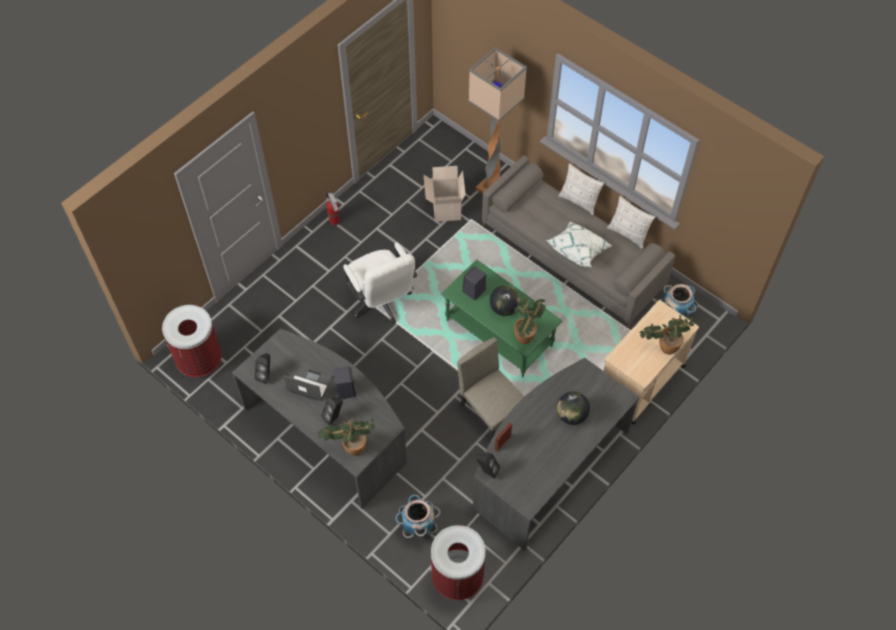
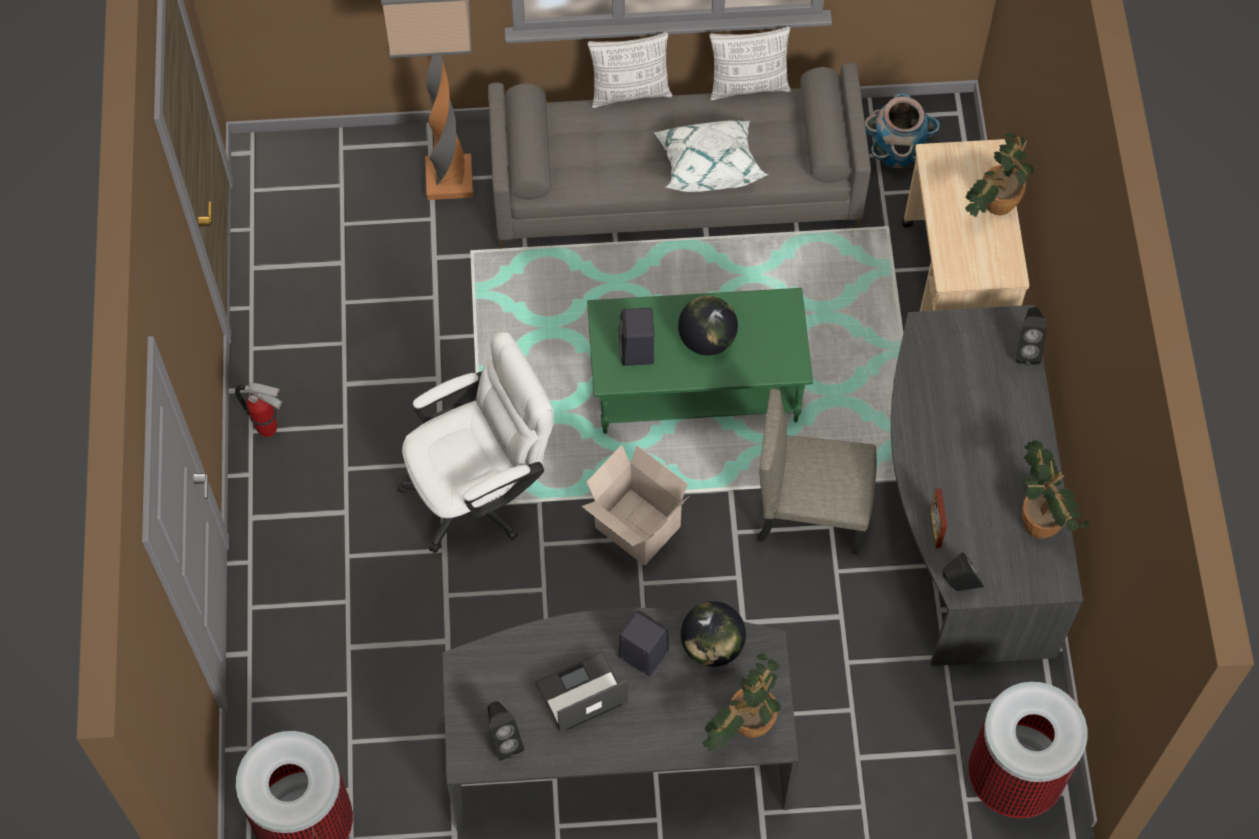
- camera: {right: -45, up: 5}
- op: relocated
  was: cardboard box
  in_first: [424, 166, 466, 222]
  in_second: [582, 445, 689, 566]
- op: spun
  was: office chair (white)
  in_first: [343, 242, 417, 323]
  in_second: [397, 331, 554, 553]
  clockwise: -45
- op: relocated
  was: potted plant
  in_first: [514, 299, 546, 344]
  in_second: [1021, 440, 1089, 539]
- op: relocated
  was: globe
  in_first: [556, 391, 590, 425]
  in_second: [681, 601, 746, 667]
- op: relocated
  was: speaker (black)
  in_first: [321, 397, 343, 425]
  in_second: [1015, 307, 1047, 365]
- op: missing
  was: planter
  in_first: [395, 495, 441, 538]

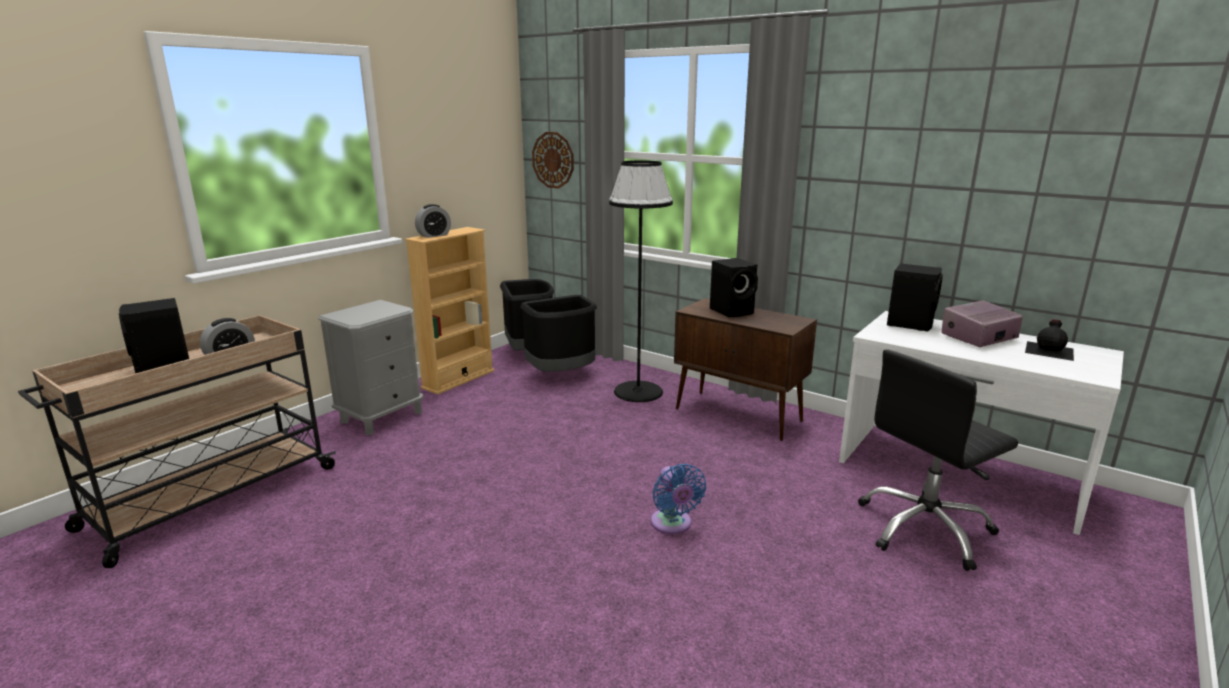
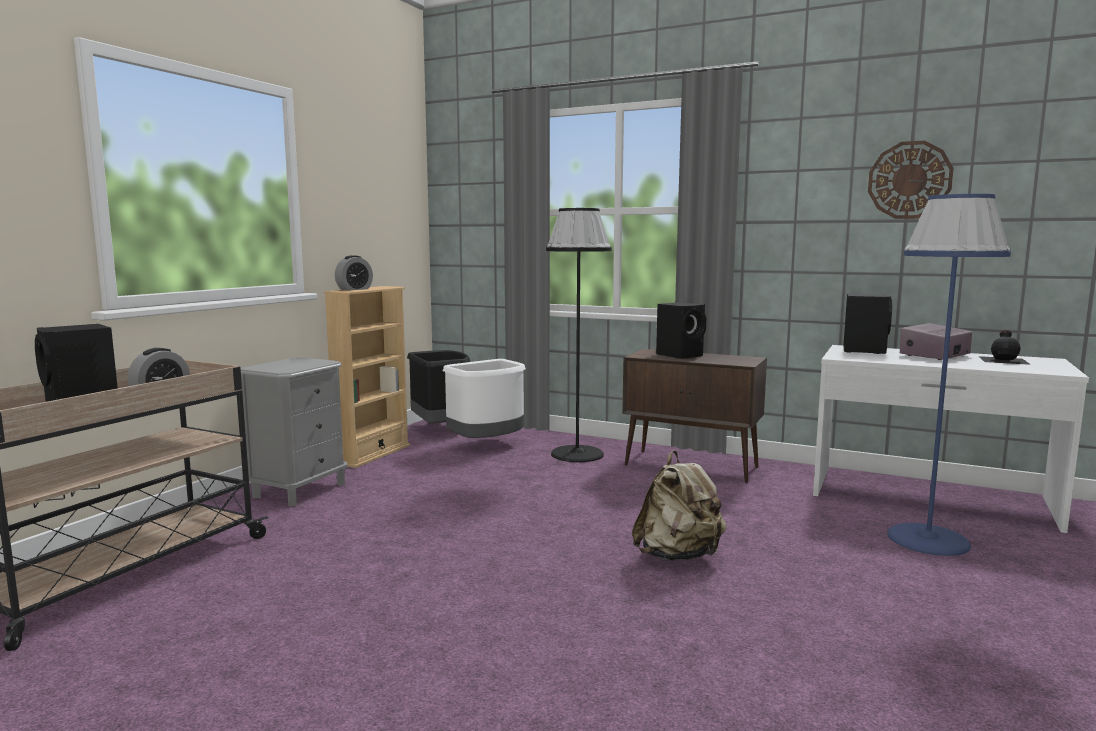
- camera: {right: -10, up: -10}
- op: relocated
  was: wall clock
  in_first: [532, 132, 574, 189]
  in_second: [868, 141, 954, 219]
- op: colour
  was: trash can (black)
  now: trash can (white)
  in_first: [520, 295, 597, 372]
  in_second: [443, 359, 526, 438]
- op: exchanged
  was: office chair (black)
  now: floor lamp (blue)
  in_first: [858, 349, 1018, 571]
  in_second: [887, 194, 1011, 556]
- op: exchanged
  was: fan (blue)
  now: backpack (beige)
  in_first: [651, 464, 706, 534]
  in_second: [632, 450, 727, 561]

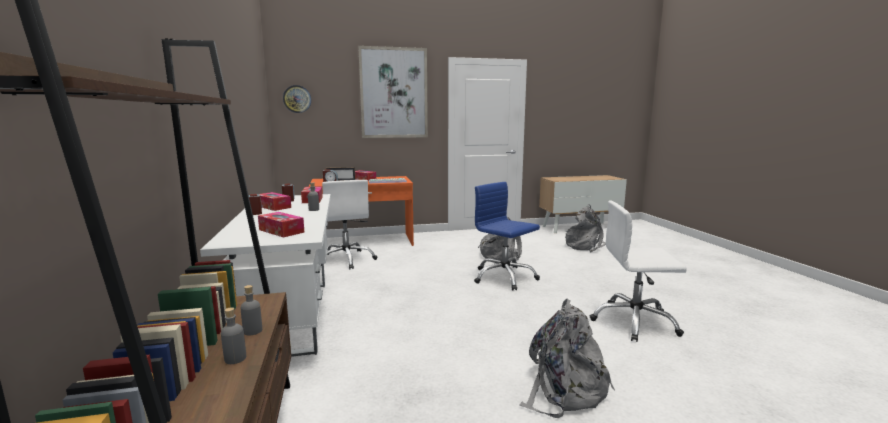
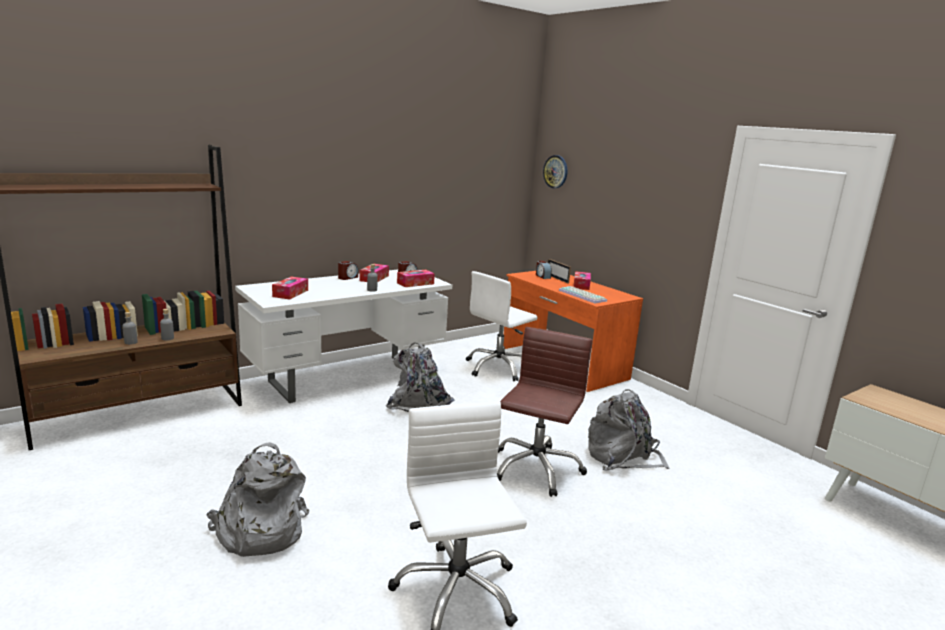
- camera: {right: 65, up: 5}
- op: missing
  was: picture
  in_first: [358, 46, 428, 138]
- op: colour
  was: office chair (blue)
  now: office chair (brown)
  in_first: [474, 182, 540, 290]
  in_second: [497, 327, 592, 497]
- op: relocated
  was: backpack (grey)
  in_first: [565, 204, 606, 252]
  in_second: [386, 342, 454, 412]

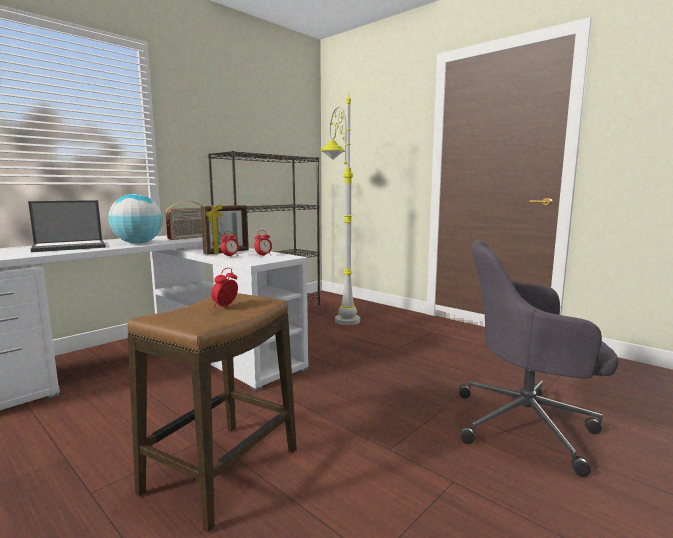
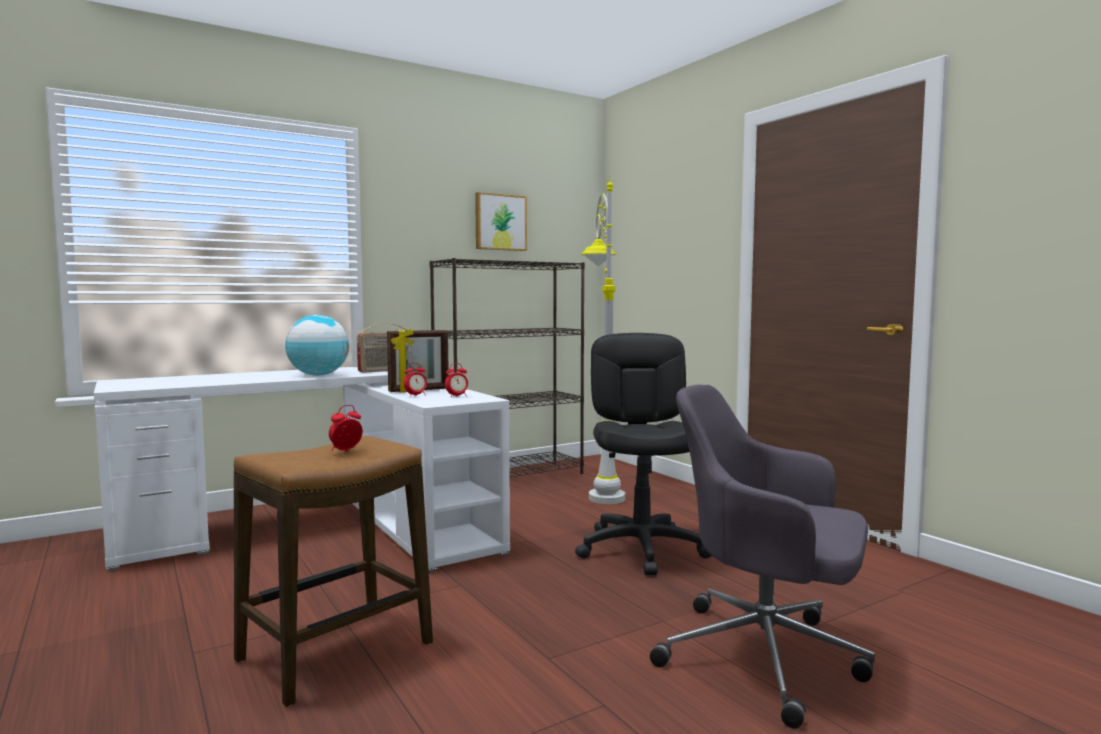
- camera: {right: 15, up: -5}
- op: missing
  was: laptop
  in_first: [28, 200, 106, 252]
- op: appeared
  now: picture
  in_second: [475, 192, 527, 251]
- op: appeared
  now: office chair (black)
  in_second: [575, 333, 711, 575]

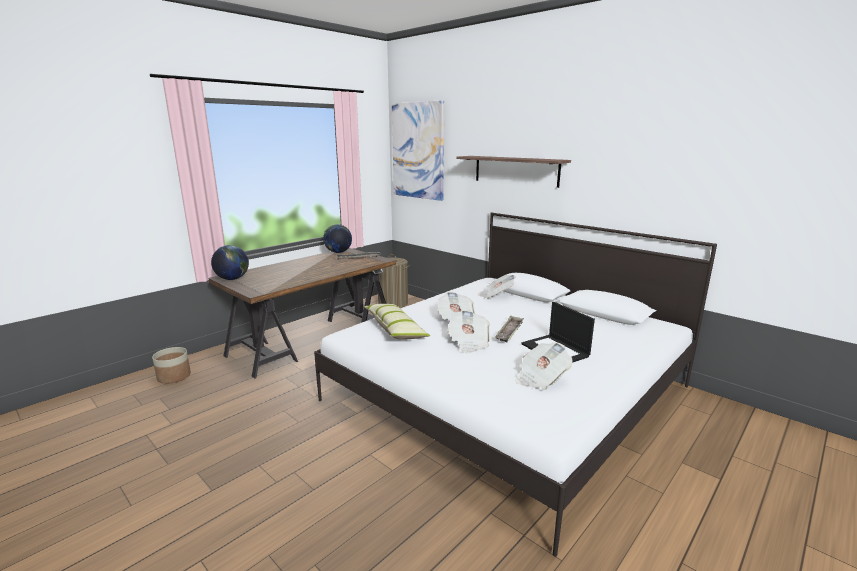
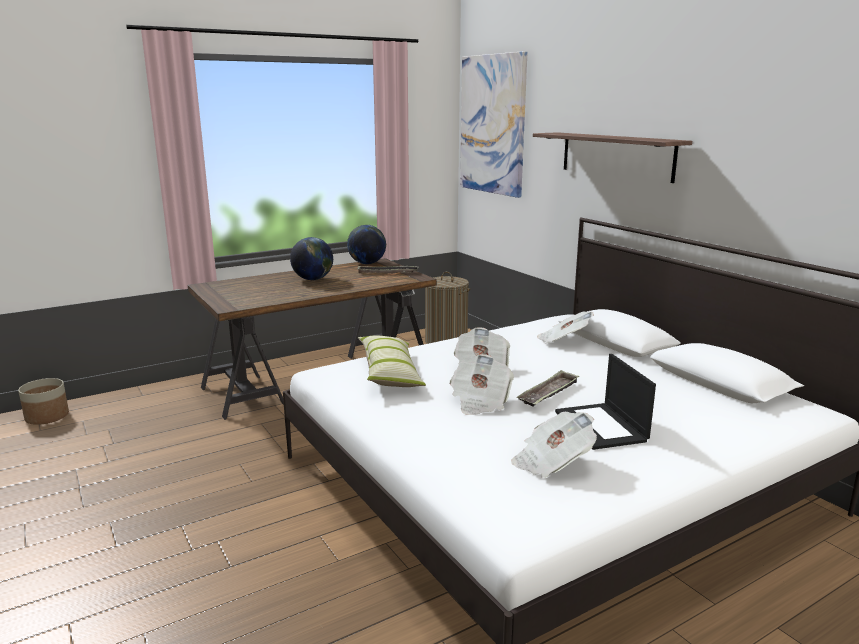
- camera: {right: 15, up: 0}
- op: relocated
  was: globe
  in_first: [211, 245, 249, 280]
  in_second: [290, 237, 333, 280]
- op: relocated
  was: planter
  in_first: [152, 347, 191, 384]
  in_second: [18, 378, 69, 425]

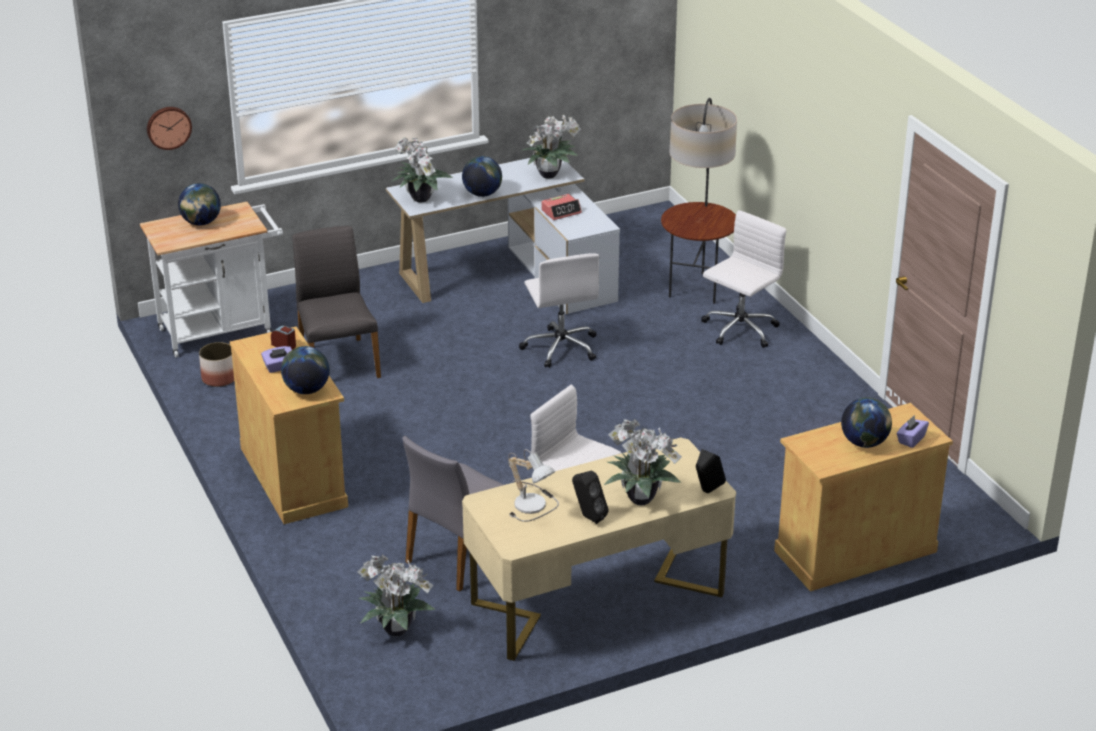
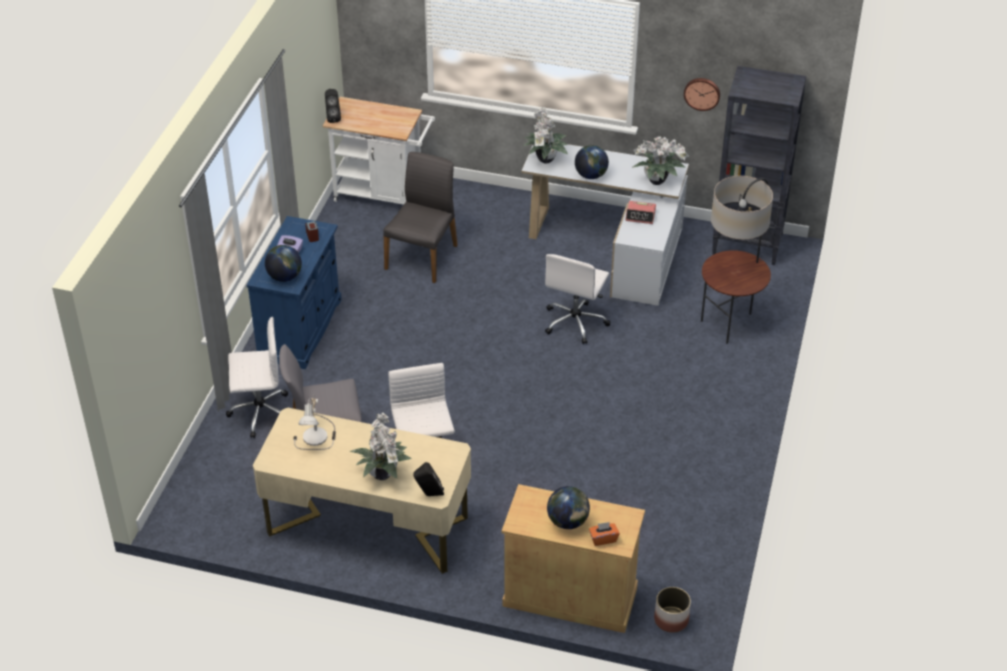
- camera: {right: 40, up: 10}
- op: relocated
  was: wall clock
  in_first: [147, 107, 192, 150]
  in_second: [684, 78, 720, 111]
- op: missing
  was: globe
  in_first: [178, 183, 221, 226]
- op: relocated
  was: office chair (white)
  in_first: [701, 210, 786, 348]
  in_second: [226, 317, 288, 438]
- op: colour
  was: cabinet (beige)
  now: cabinet (blue)
  in_first: [230, 326, 348, 524]
  in_second: [247, 216, 342, 369]
- op: relocated
  was: planter
  in_first: [199, 342, 234, 387]
  in_second: [654, 587, 691, 633]
- op: colour
  was: tissue box (purple)
  now: tissue box (orange)
  in_first: [897, 415, 929, 448]
  in_second: [589, 522, 620, 546]
- op: relocated
  was: speaker (black)
  in_first: [572, 471, 609, 524]
  in_second: [325, 89, 341, 123]
- op: missing
  was: potted plant
  in_first: [357, 555, 435, 636]
- op: appeared
  now: bookcase (black)
  in_second: [712, 66, 806, 265]

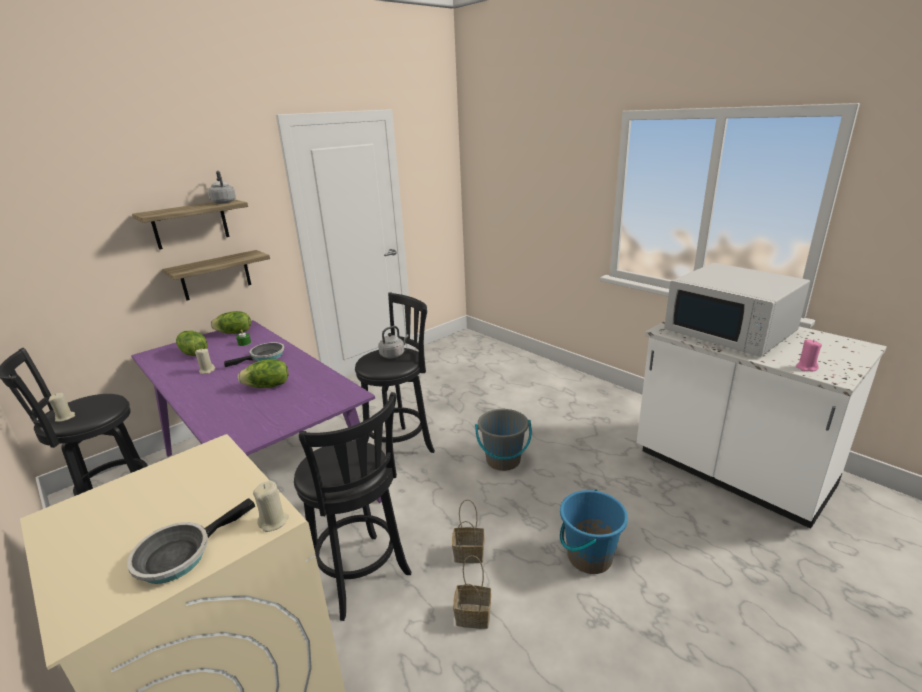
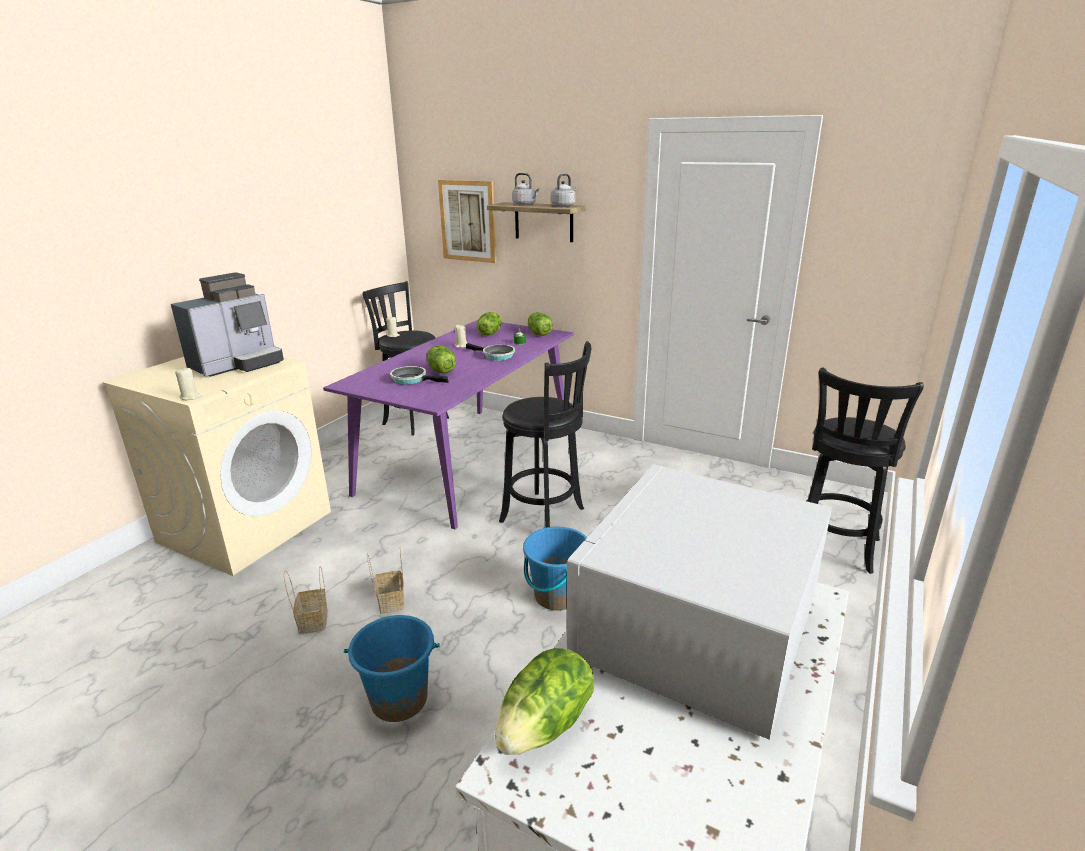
- camera: {right: 70, up: 0}
- op: missing
  was: shelf
  in_first: [162, 250, 270, 300]
- op: relocated
  was: kettle (grey)
  in_first: [378, 326, 409, 358]
  in_second: [512, 173, 540, 205]
- op: exchanged
  was: candle (pink)
  now: lettuce
  in_first: [796, 339, 822, 371]
  in_second: [495, 648, 594, 755]
- op: relocated
  was: stool (black)
  in_first: [294, 392, 411, 621]
  in_second: [807, 367, 924, 574]
- op: colour
  was: bucket (grey)
  now: bucket (blue)
  in_first: [475, 409, 532, 471]
  in_second: [523, 527, 587, 610]
- op: relocated
  was: frying pan
  in_first: [127, 498, 255, 584]
  in_second: [390, 366, 449, 385]
- op: appeared
  now: picture
  in_second: [438, 180, 496, 263]
- op: appeared
  now: coffee machine
  in_second: [171, 272, 284, 377]

